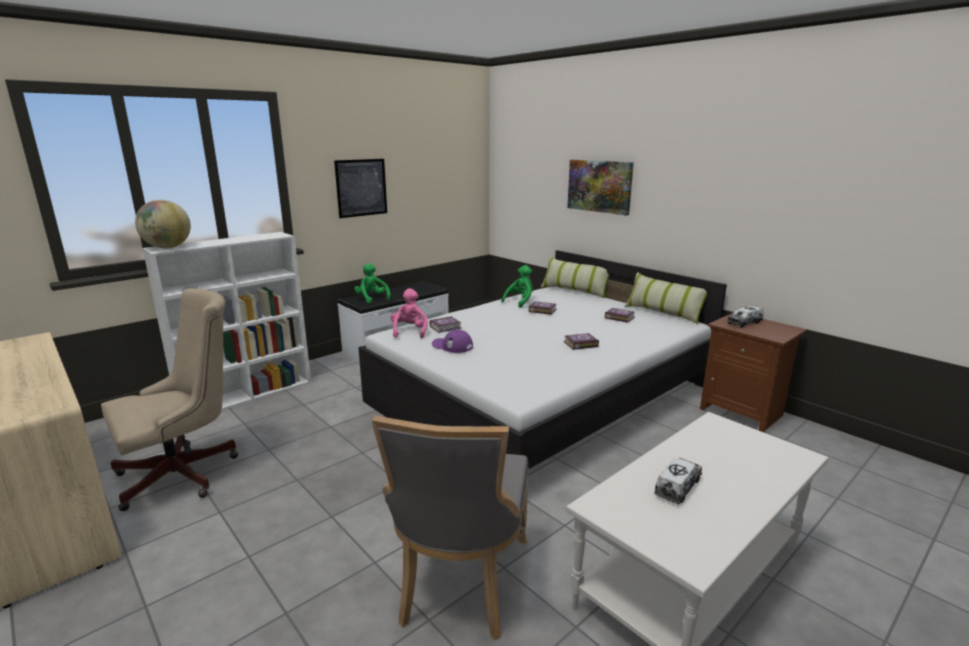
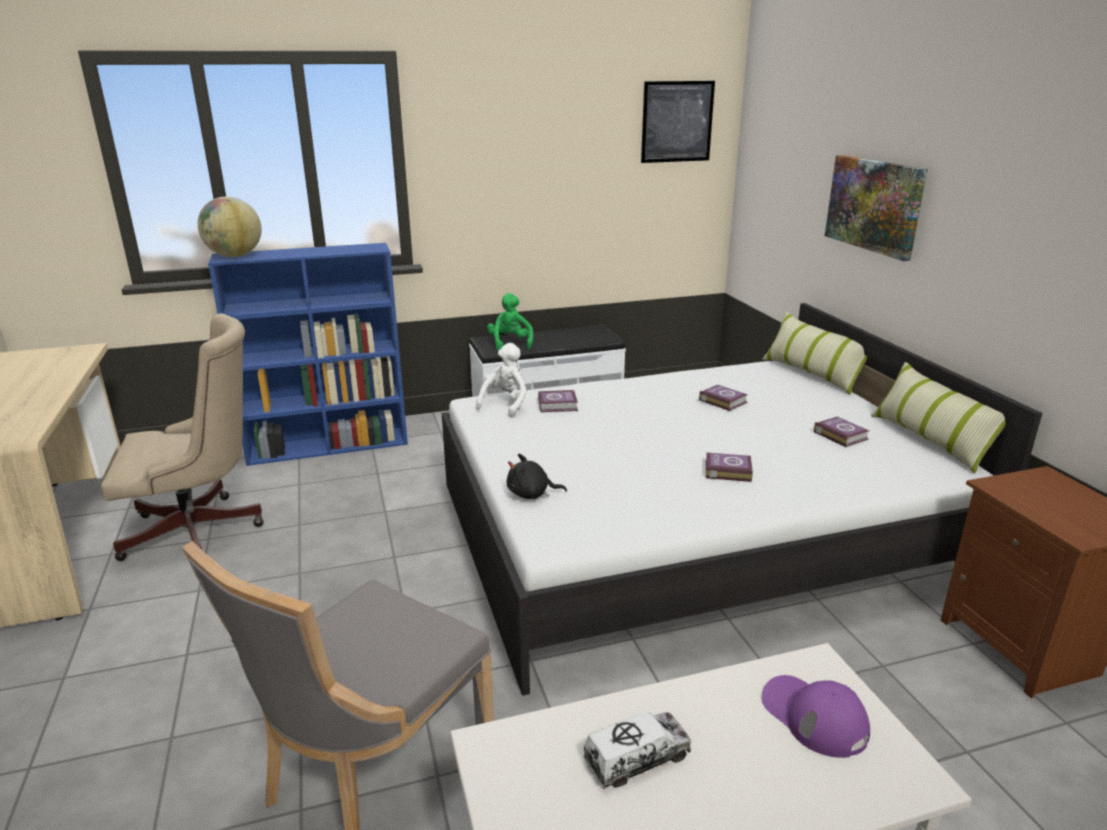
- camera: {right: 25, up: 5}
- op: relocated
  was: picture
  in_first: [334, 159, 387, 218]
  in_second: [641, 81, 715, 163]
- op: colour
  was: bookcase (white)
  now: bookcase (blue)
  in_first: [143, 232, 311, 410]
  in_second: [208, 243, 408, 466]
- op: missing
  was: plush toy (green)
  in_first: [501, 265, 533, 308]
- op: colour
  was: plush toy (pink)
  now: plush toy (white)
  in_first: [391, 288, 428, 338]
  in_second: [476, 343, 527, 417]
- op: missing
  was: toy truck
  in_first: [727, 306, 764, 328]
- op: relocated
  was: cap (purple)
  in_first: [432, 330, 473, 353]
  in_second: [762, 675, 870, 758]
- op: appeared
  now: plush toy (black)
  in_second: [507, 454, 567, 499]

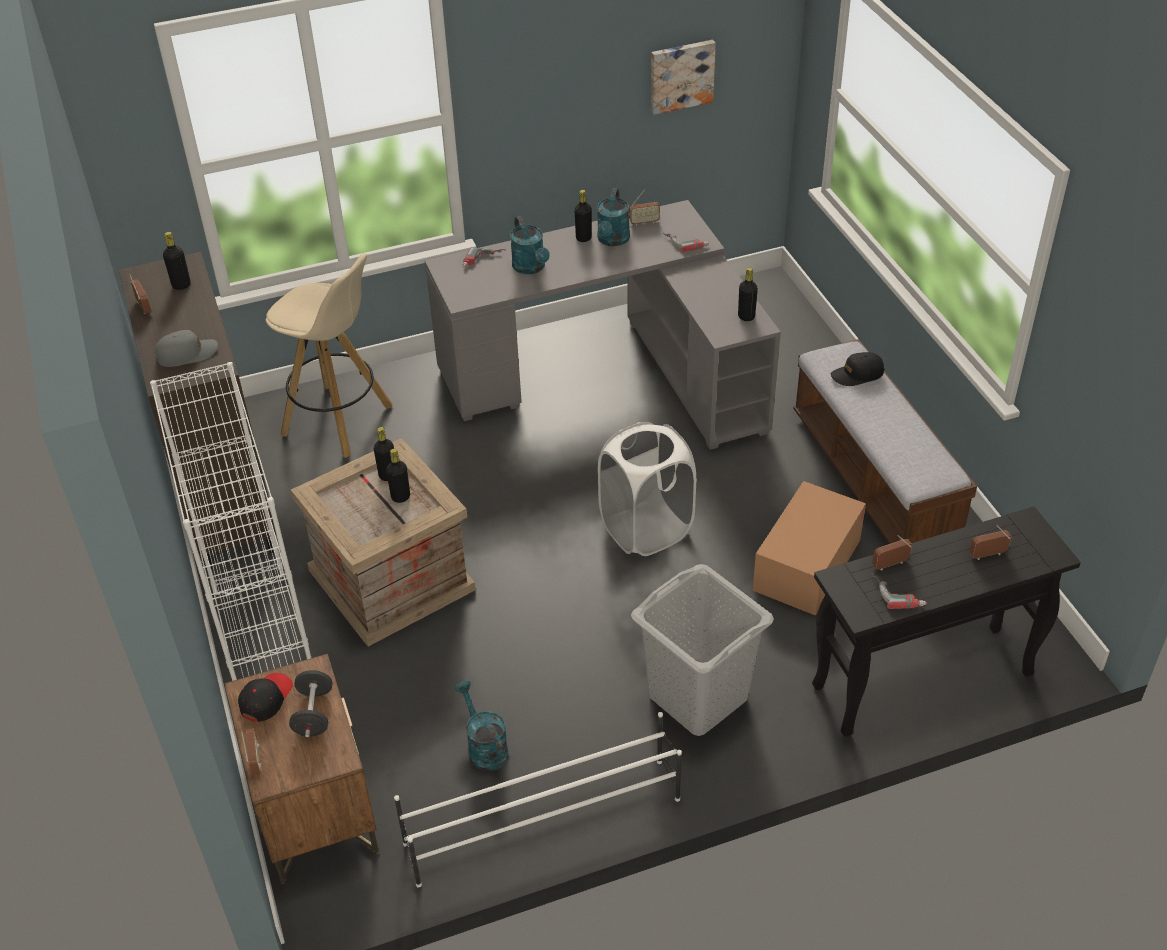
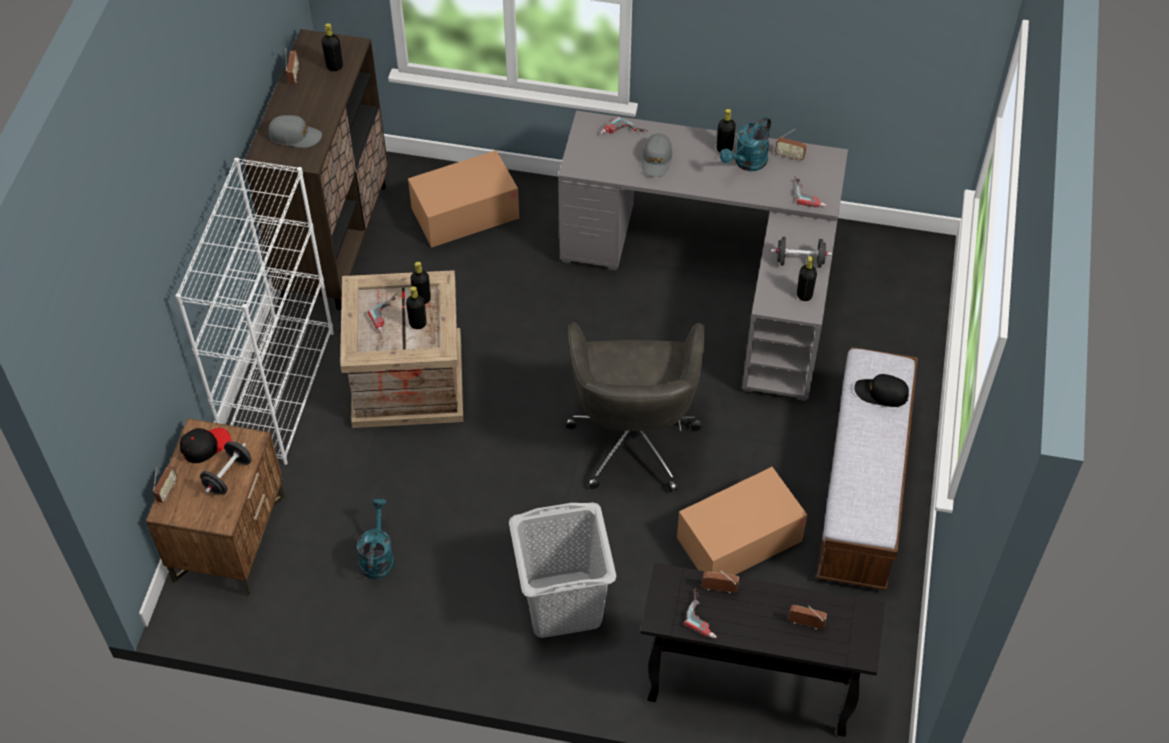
- camera: {right: 30, up: 10}
- op: missing
  was: picture
  in_first: [651, 40, 716, 115]
- op: exchanged
  was: watering can (turquoise)
  now: cap (grey)
  in_first: [510, 216, 550, 274]
  in_second: [642, 134, 672, 177]
- op: exchanged
  was: stool (beige)
  now: cardboard box
  in_first: [266, 253, 392, 458]
  in_second: [408, 150, 519, 248]
- op: exchanged
  was: laundry basket (white)
  now: office chair (grey)
  in_first: [598, 422, 696, 556]
  in_second: [566, 322, 705, 492]
- op: missing
  was: shoe rack (white)
  in_first: [394, 712, 682, 888]
- op: appeared
  now: dumbbell (black)
  in_second: [771, 237, 832, 268]
- op: appeared
  now: power drill
  in_second: [368, 294, 397, 333]

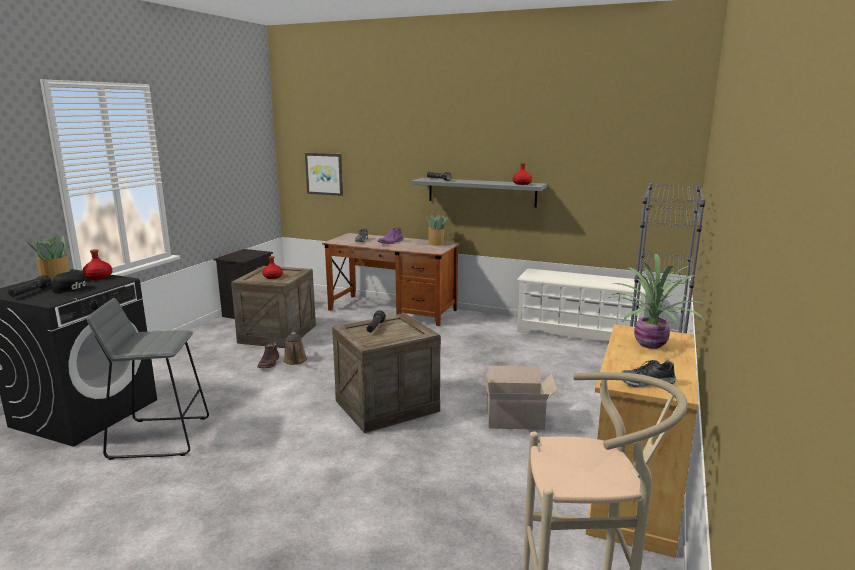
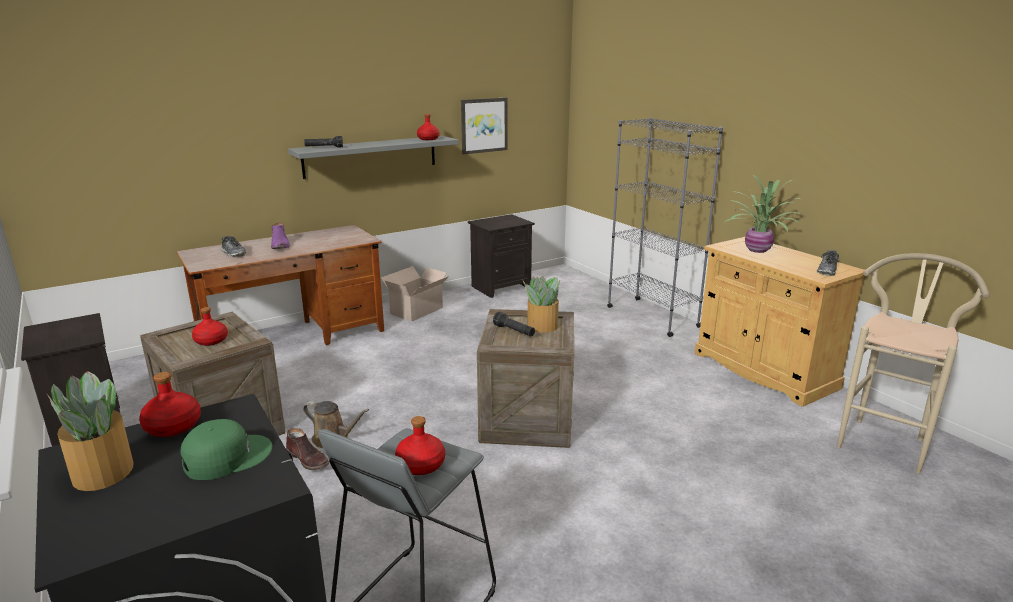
- camera: {right: -55, up: 5}
- op: relocated
  was: picture
  in_first: [305, 153, 343, 196]
  in_second: [461, 98, 507, 154]
- op: relocated
  was: potted plant
  in_first: [426, 214, 448, 246]
  in_second: [523, 276, 560, 333]
- op: exchanged
  was: shoe rack (white)
  now: nightstand (black)
  in_first: [517, 268, 650, 341]
  in_second: [468, 214, 535, 298]
- op: colour
  was: cap (black)
  now: cap (green)
  in_first: [52, 271, 95, 295]
  in_second: [180, 419, 272, 480]
- op: missing
  was: flashlight (black)
  in_first: [8, 275, 52, 297]
- op: relocated
  was: cardboard box
  in_first: [482, 366, 558, 430]
  in_second: [381, 266, 449, 321]
- op: appeared
  now: bottle (red)
  in_second: [395, 416, 445, 475]

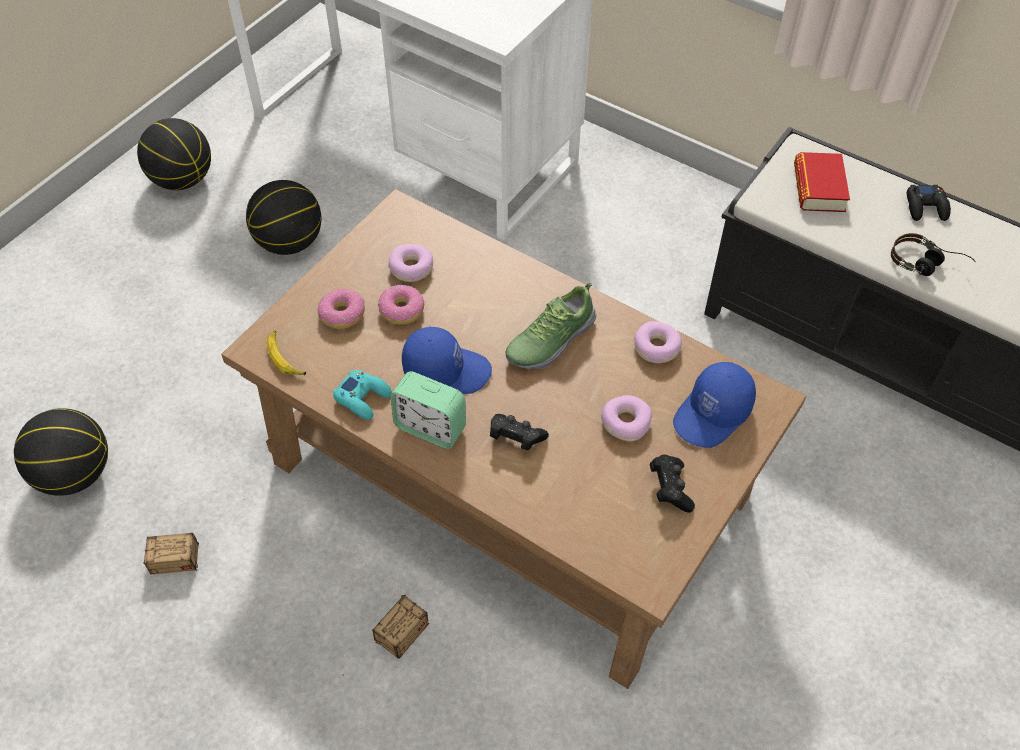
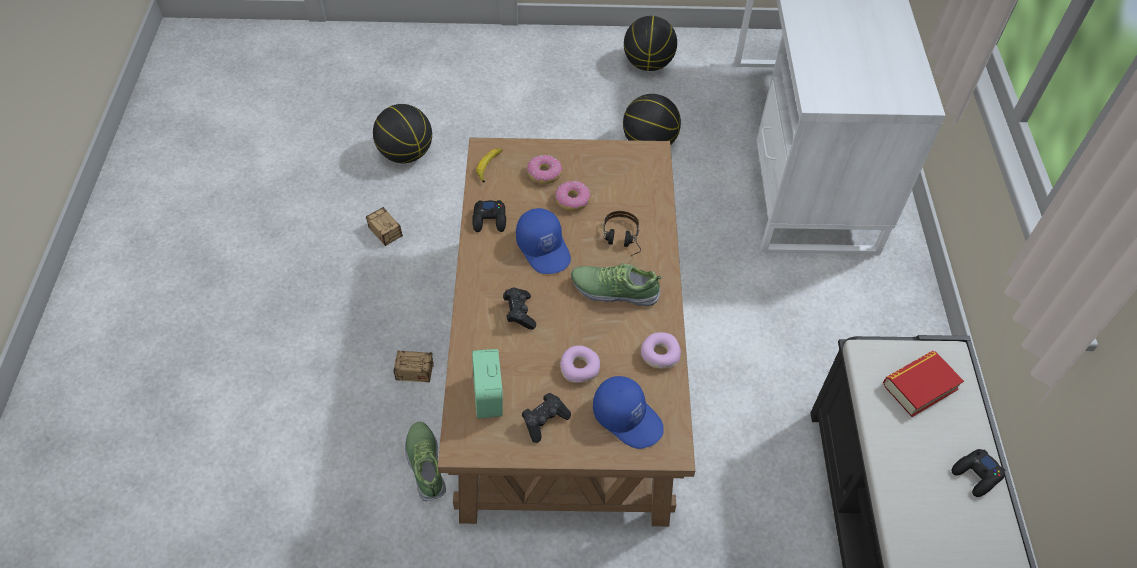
- camera: {right: 55, up: 0}
- op: relocated
  was: headphones
  in_first: [891, 233, 976, 276]
  in_second: [603, 211, 641, 256]
- op: missing
  was: donut
  in_first: [388, 244, 433, 282]
- op: spun
  was: cap (blue)
  in_first: [673, 362, 756, 448]
  in_second: [593, 376, 664, 449]
  clockwise: -150
- op: colour
  was: game controller (turquoise)
  now: game controller (black)
  in_first: [333, 370, 392, 420]
  in_second: [472, 200, 506, 232]
- op: relocated
  was: alarm clock
  in_first: [391, 371, 466, 449]
  in_second: [472, 349, 503, 419]
- op: appeared
  now: shoe
  in_second: [405, 422, 446, 502]

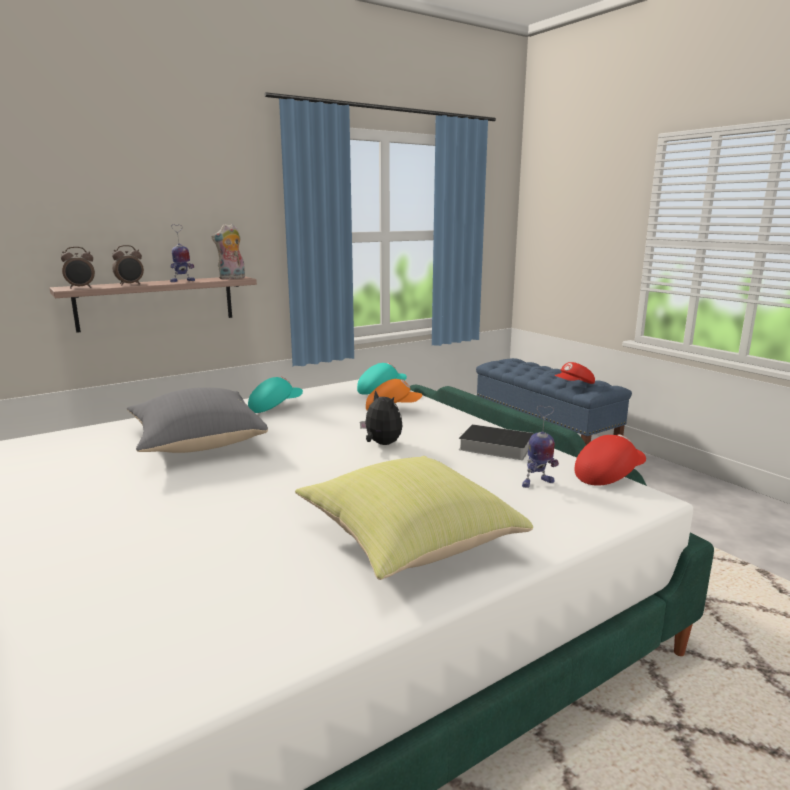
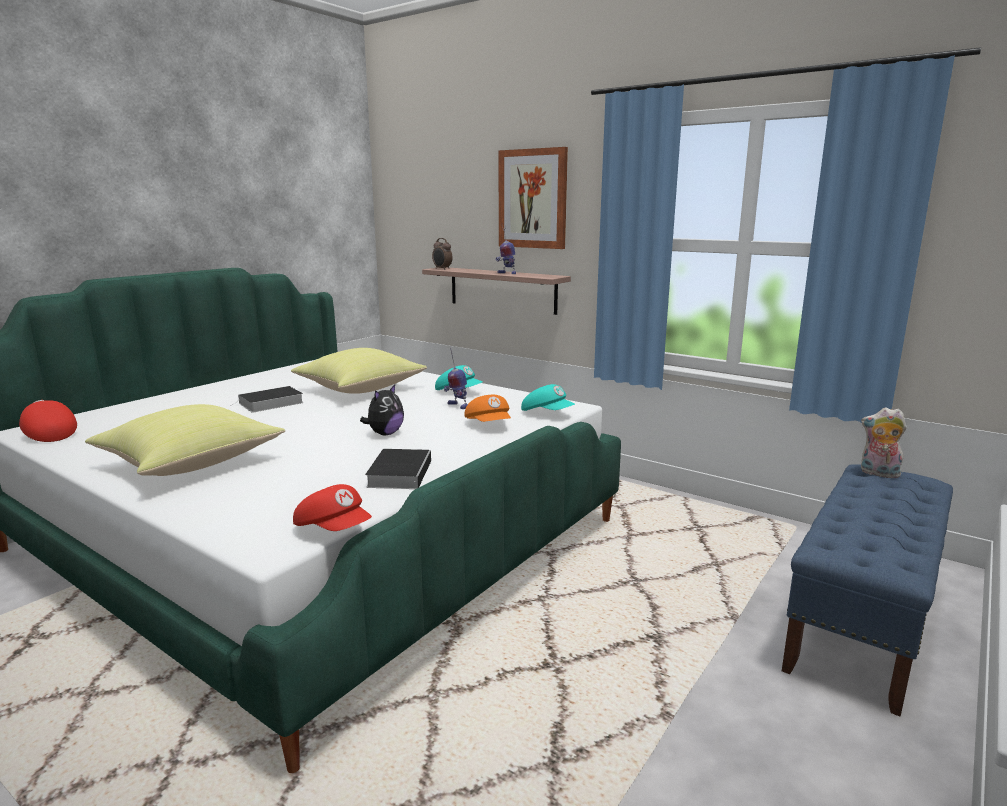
- camera: {right: 70, up: 0}
- op: relocated
  was: plush toy
  in_first: [212, 223, 245, 279]
  in_second: [861, 407, 907, 478]
- op: missing
  was: alarm clock
  in_first: [112, 245, 144, 285]
- op: relocated
  was: cap (red)
  in_first: [554, 362, 595, 384]
  in_second: [19, 400, 77, 442]
- op: colour
  was: pillow (grey)
  now: pillow (yellow)
  in_first: [127, 387, 268, 453]
  in_second: [291, 348, 427, 394]
- op: relocated
  was: toy robot
  in_first: [522, 406, 559, 488]
  in_second: [444, 347, 468, 409]
- op: appeared
  now: picture
  in_second: [499, 147, 568, 249]
- op: appeared
  now: book
  in_second: [230, 386, 304, 413]

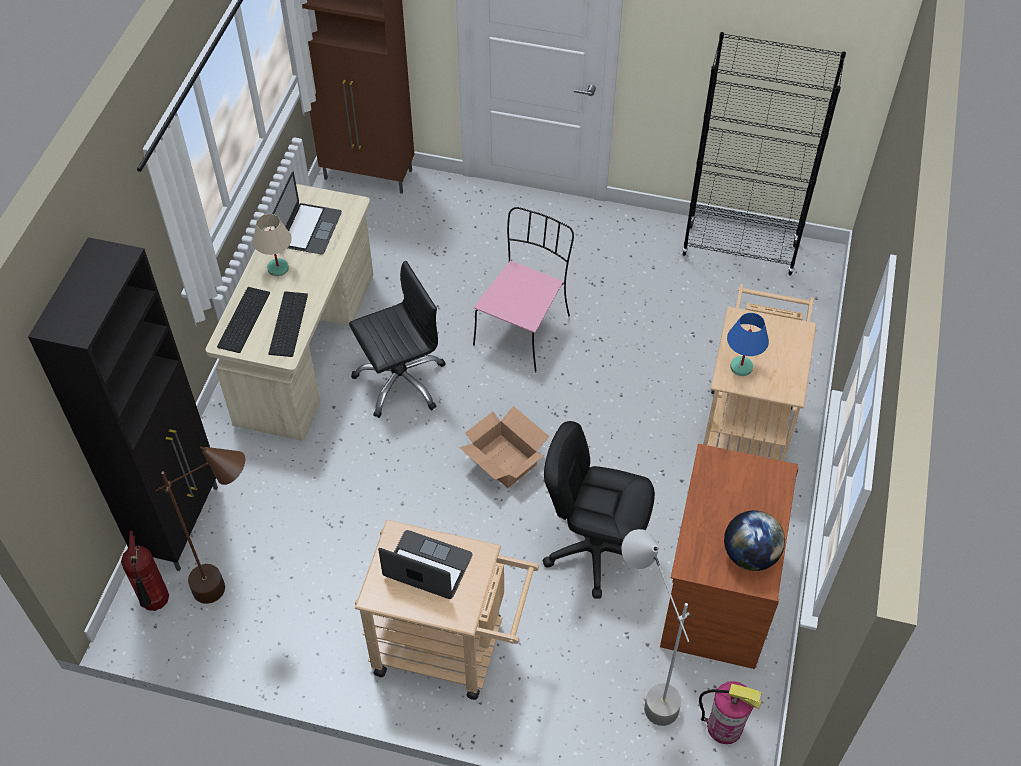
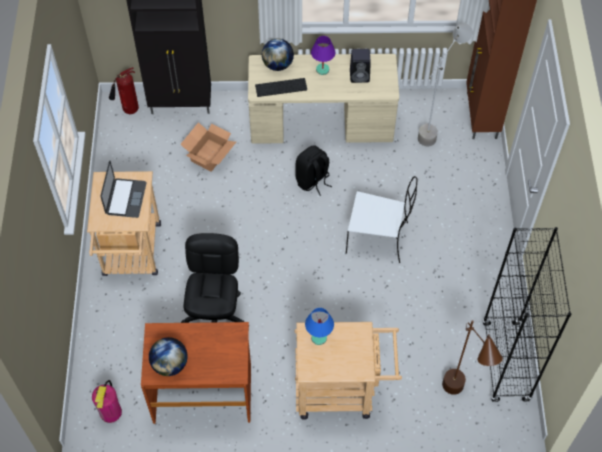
- camera: {right: 75, up: 5}
- op: exchanged
  was: laptop
  now: speaker (black)
  in_first: [272, 171, 342, 254]
  in_second: [350, 49, 371, 83]
- op: colour
  was: chair (pink)
  now: chair (white)
  in_first: [473, 207, 574, 371]
  in_second: [346, 176, 417, 263]
- op: colour
  was: table lamp (beige)
  now: table lamp (purple)
  in_first: [253, 214, 292, 276]
  in_second: [311, 36, 335, 75]
- op: exchanged
  was: office chair (black)
  now: backpack (black)
  in_first: [349, 261, 446, 418]
  in_second: [295, 145, 332, 196]
- op: exchanged
  was: keyboard
  now: globe
  in_first: [217, 287, 270, 353]
  in_second: [262, 38, 294, 71]
- op: relocated
  was: cardboard box
  in_first: [459, 406, 549, 488]
  in_second: [180, 122, 236, 172]
- op: relocated
  was: floor lamp (brown)
  in_first: [155, 446, 245, 604]
  in_second: [442, 320, 503, 395]
- op: relocated
  was: floor lamp (grey)
  in_first: [622, 529, 694, 726]
  in_second: [418, 23, 473, 146]

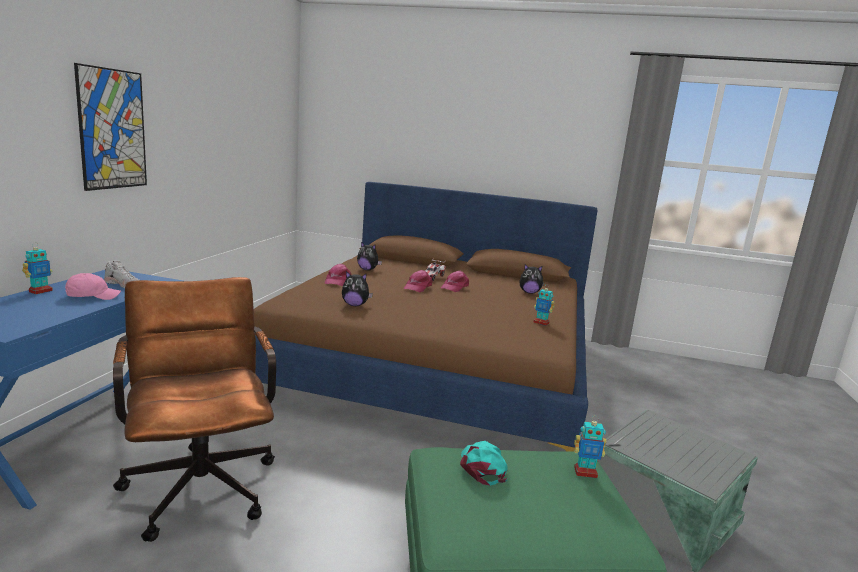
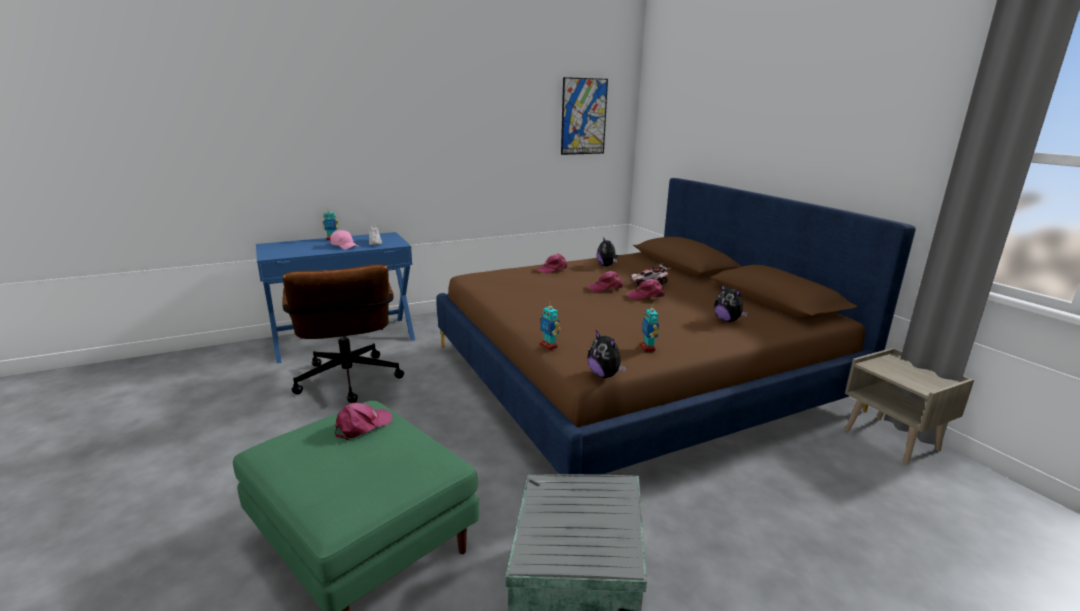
- camera: {right: 50, up: 5}
- op: relocated
  was: picture
  in_first: [74, 63, 147, 191]
  in_second: [561, 77, 608, 155]
- op: relocated
  was: plush toy
  in_first: [342, 271, 373, 306]
  in_second: [587, 330, 626, 378]
- op: spun
  was: office chair (brown)
  in_first: [113, 277, 276, 542]
  in_second: [282, 264, 404, 403]
  clockwise: 135
- op: relocated
  was: toy robot
  in_first: [574, 416, 606, 478]
  in_second: [540, 305, 560, 350]
- op: colour
  was: cap (turquoise)
  now: cap (pink)
  in_first: [460, 441, 508, 486]
  in_second: [335, 403, 393, 440]
- op: appeared
  now: nightstand (beige)
  in_second: [845, 348, 974, 465]

